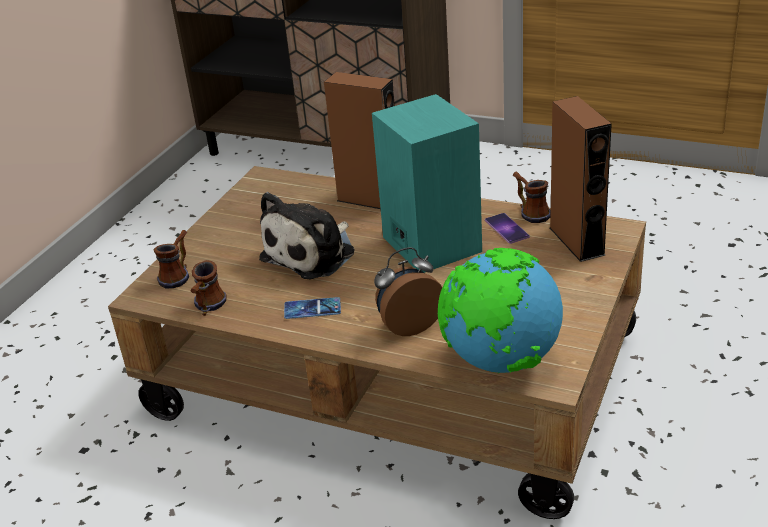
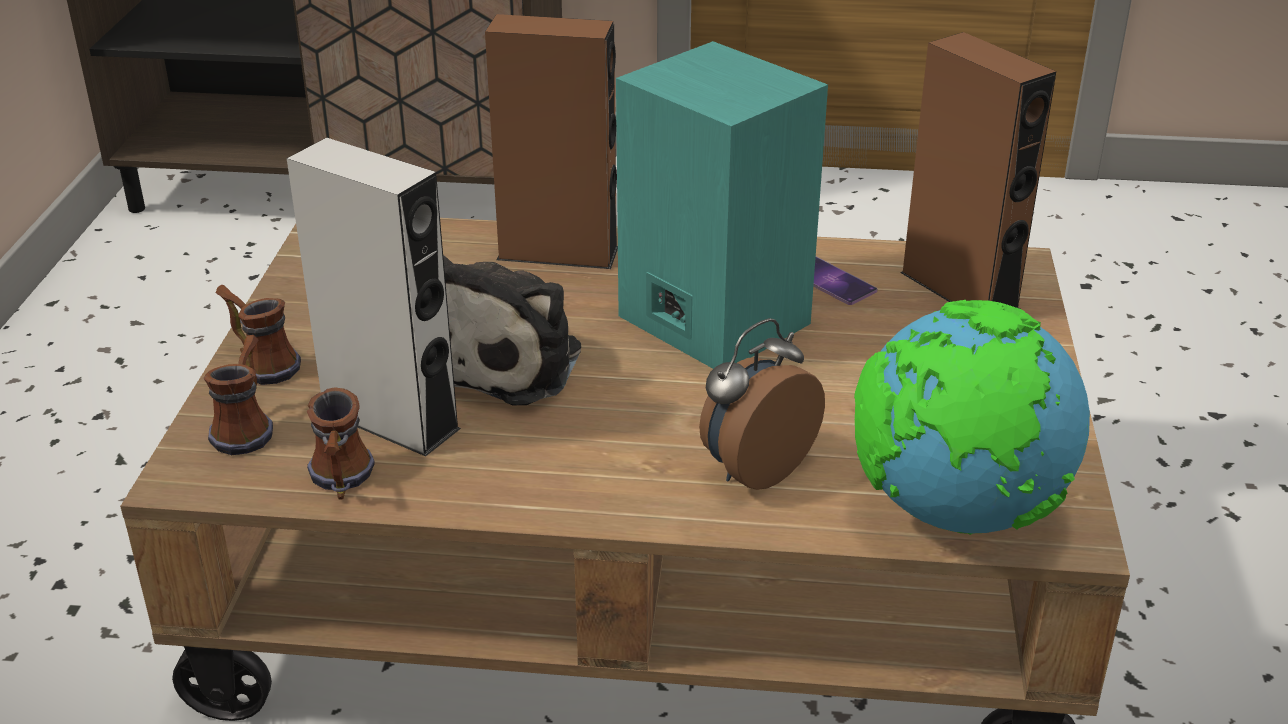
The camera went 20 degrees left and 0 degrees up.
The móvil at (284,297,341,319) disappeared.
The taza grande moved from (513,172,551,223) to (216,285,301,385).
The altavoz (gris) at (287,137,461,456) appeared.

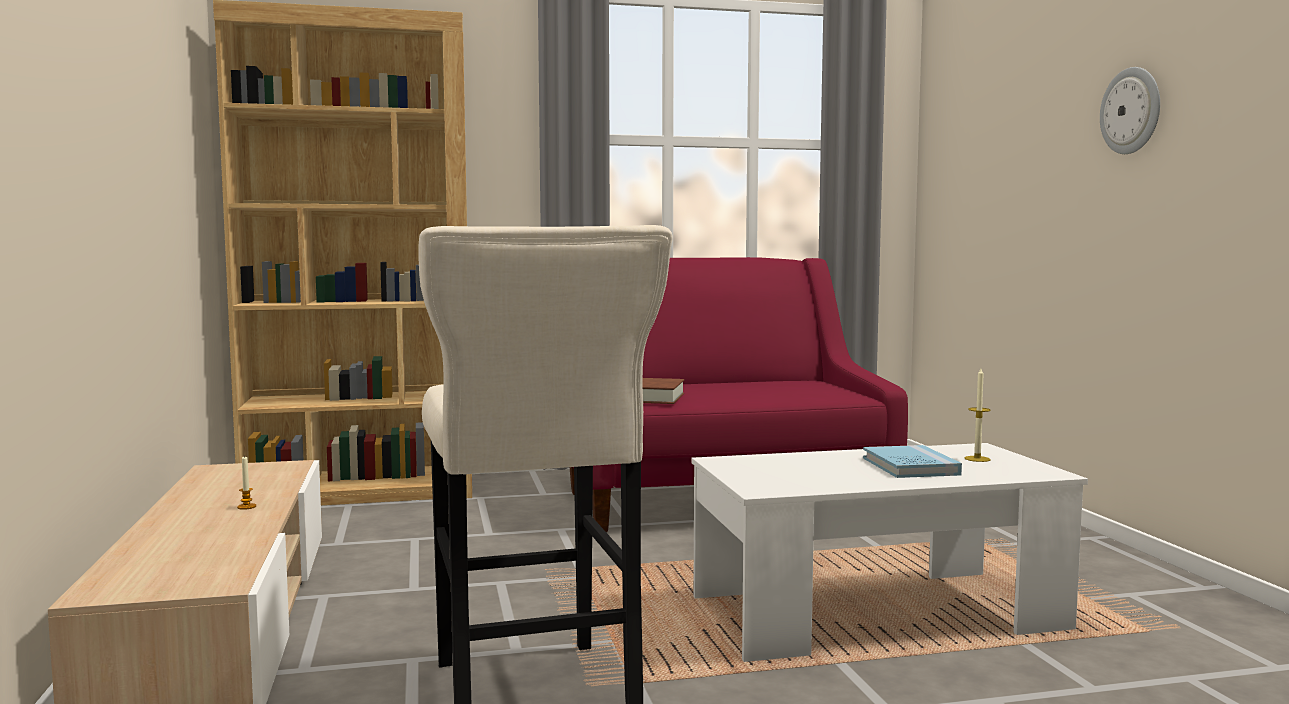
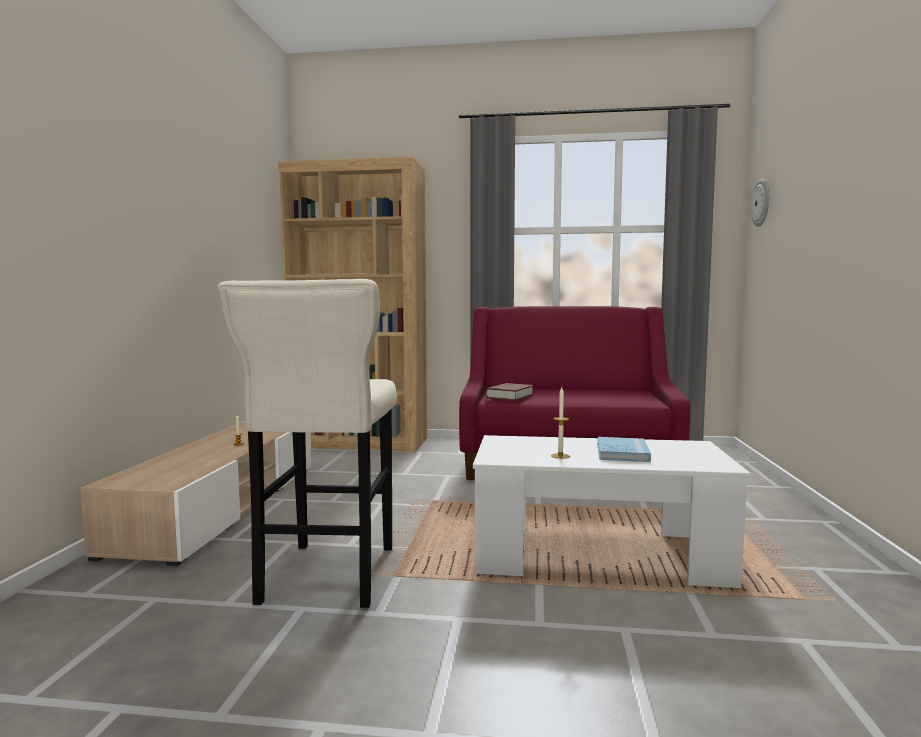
The camera went 20 degrees right and 0 degrees up.
The vela moved from (964,368,991,462) to (551,387,570,459).
The reloj de pared moved from (1100,67,1160,154) to (751,179,769,227).

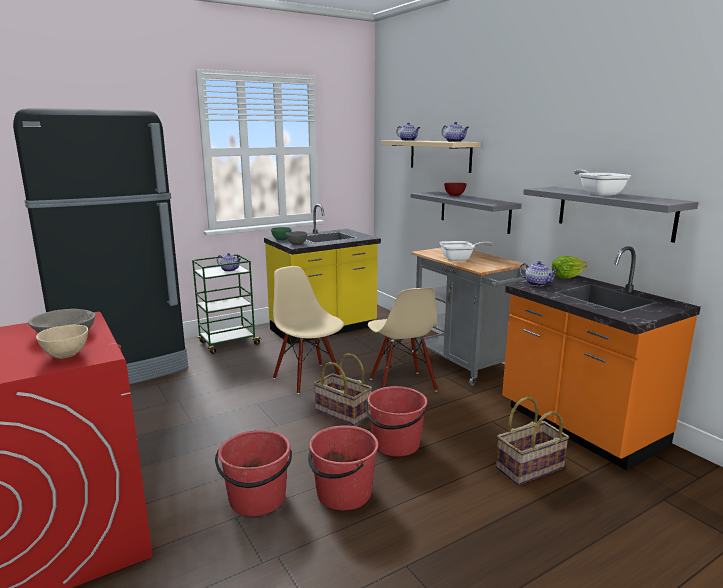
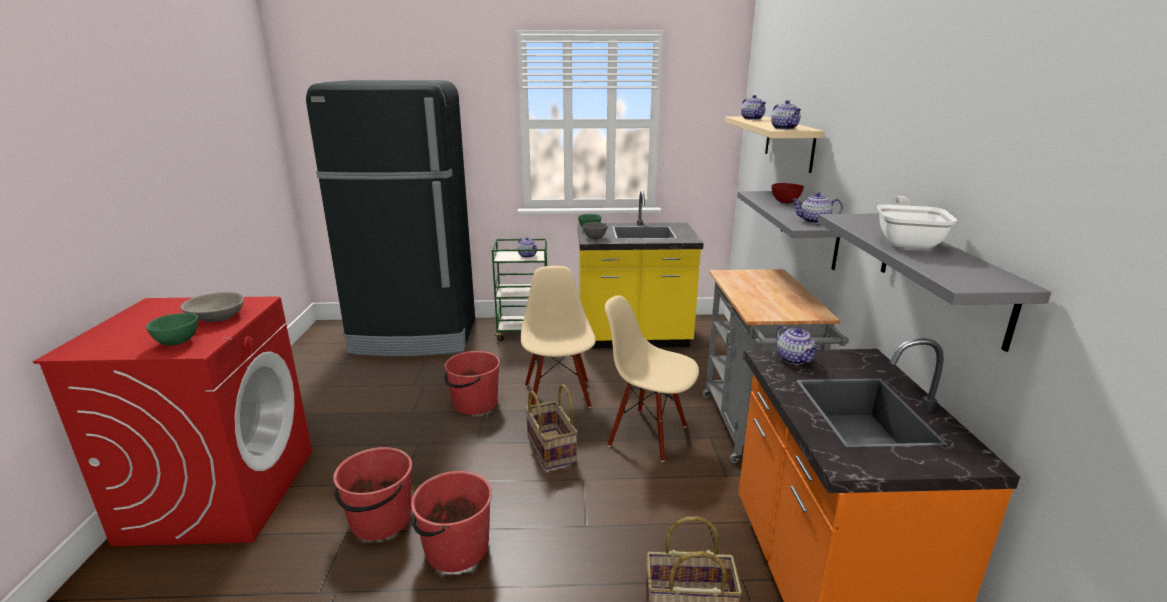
The camera went 30 degrees right and 5 degrees up.
The cuenco (beis) at (36,325,88,359) became the cuenco (verde) at (146,313,198,346).
The cubo (rojo) moved from (365,386,427,456) to (444,351,500,415).
The silla (beis) at (368,287,438,392) turned 105 degrees clockwise.
The sartén at (439,241,494,261) disappeared.
The lechuga at (552,256,587,279) disappeared.
The tetera at (792,192,843,224) appeared.

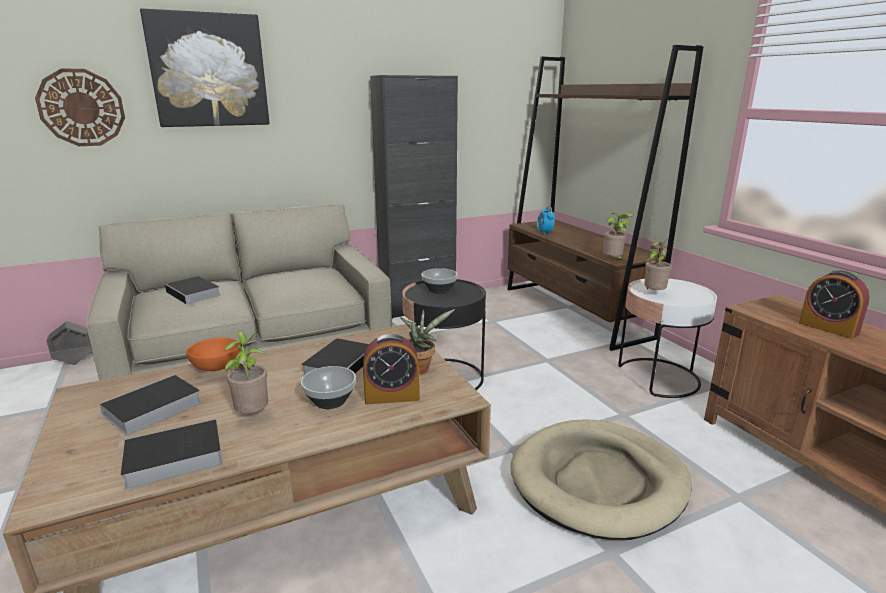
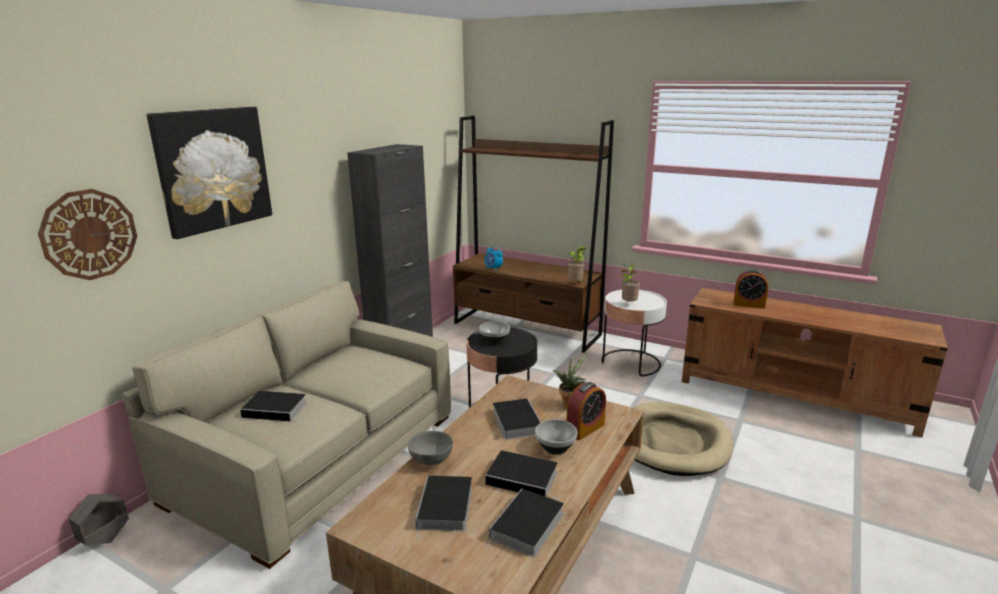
The camera went 35 degrees left and 0 degrees up.
The cuenco (naranja) at (186,337,240,371) became the cuenco (gris) at (408,431,453,465).
The planta en maceta at (223,331,268,414) was replaced by the libro at (485,450,559,499).

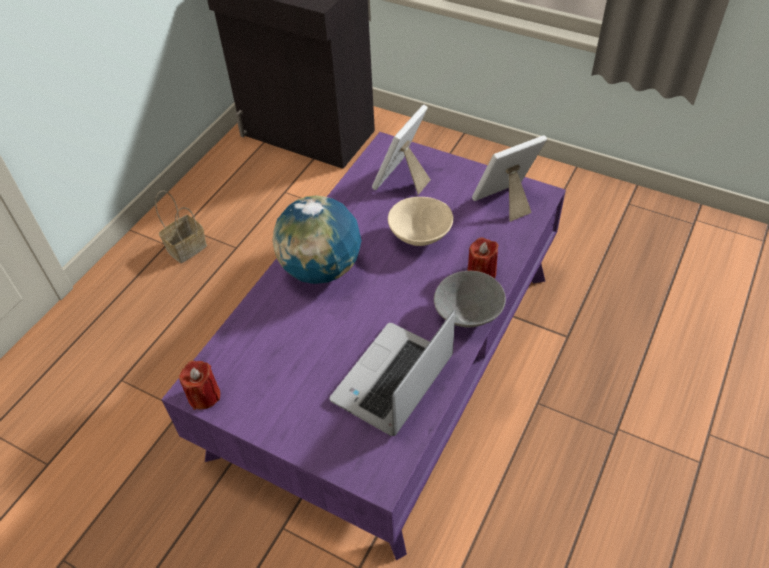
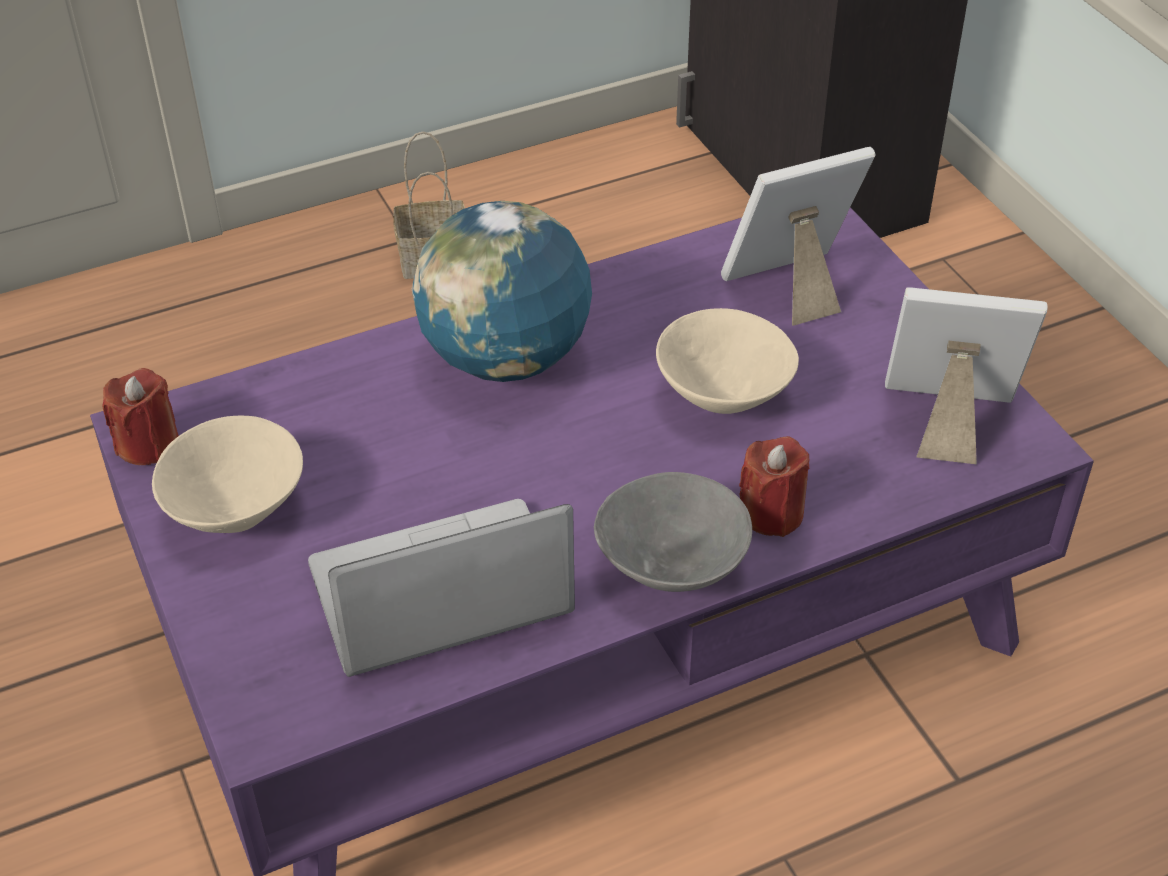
The camera went 35 degrees right and 5 degrees down.
The cuenco (beis) at (152,415,303,533) appeared.

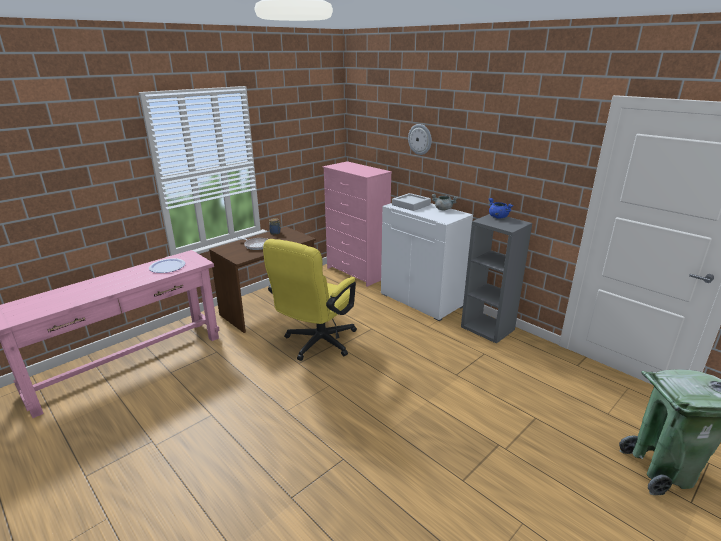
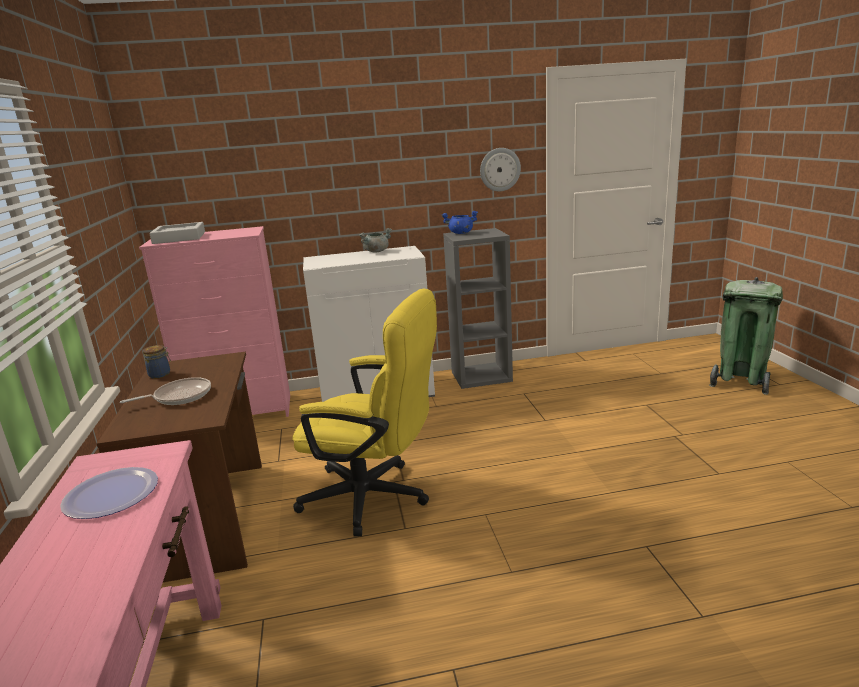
The camera went 55 degrees left and 5 degrees down.
The silla de oficina (amarillo) at (263,239,357,361) turned 45 degrees counterclockwise.
The bandeja (gris) moved from (392,193,431,211) to (149,222,205,244).
The reloj de pared moved from (408,124,432,155) to (480,148,521,192).

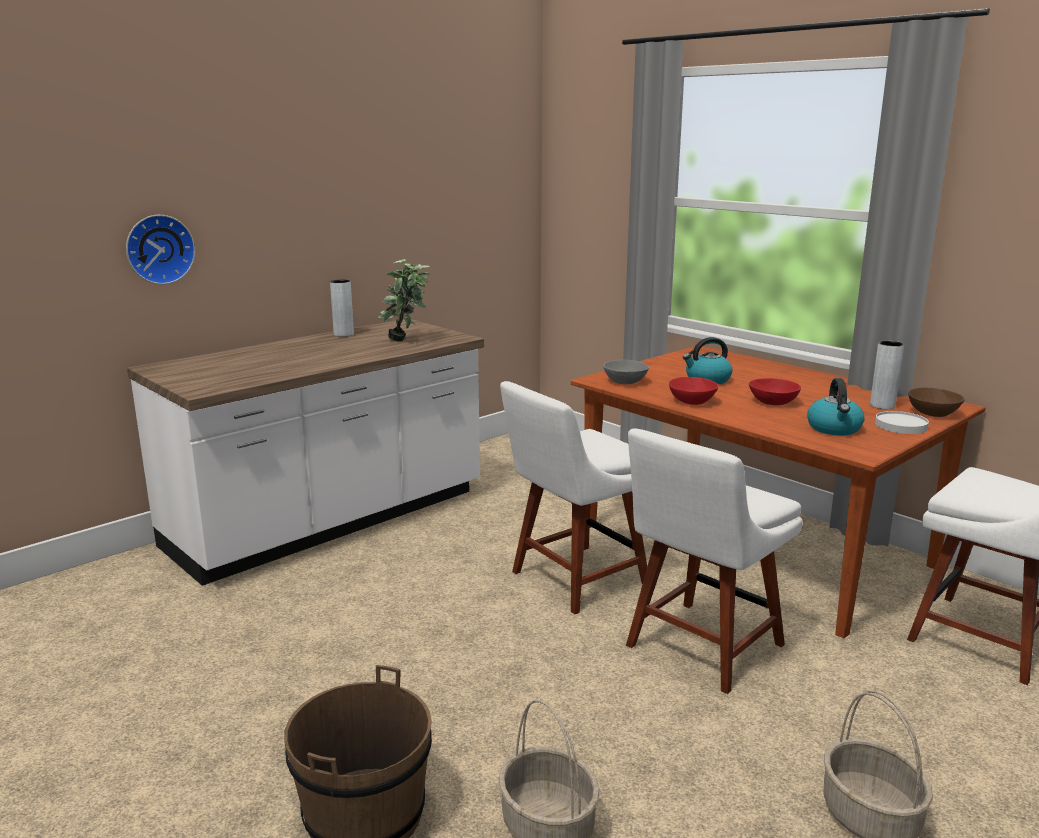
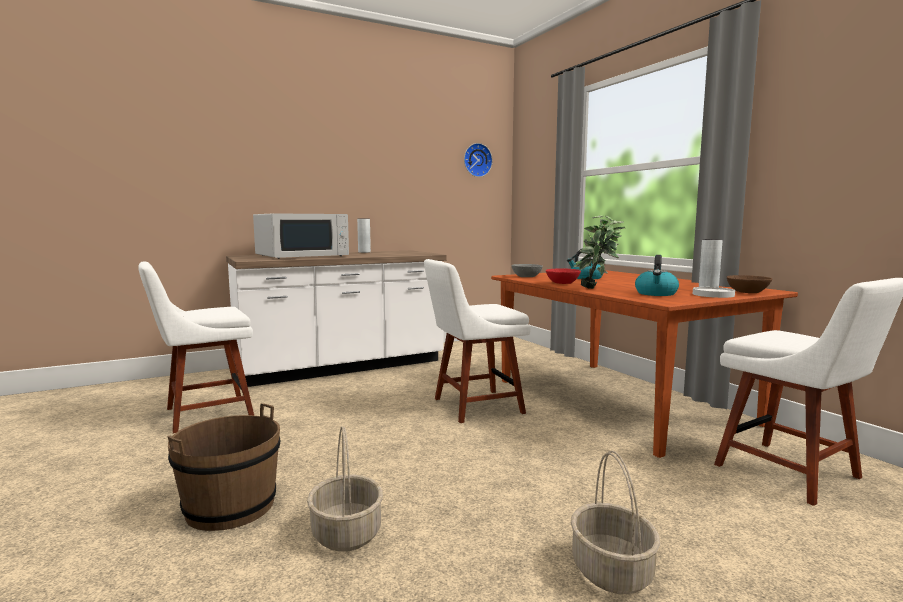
The camera went 15 degrees right and 10 degrees down.
The reloj de pared moved from (126,215,195,285) to (464,143,493,177).
The planta en maceta moved from (378,259,430,341) to (574,215,625,289).
The silla (blanco) moved from (626,428,803,694) to (138,261,254,433).
The cuenco (rojo) at (749,378,801,405) disappeared.
The microondas (blanco) at (253,213,349,259) appeared.

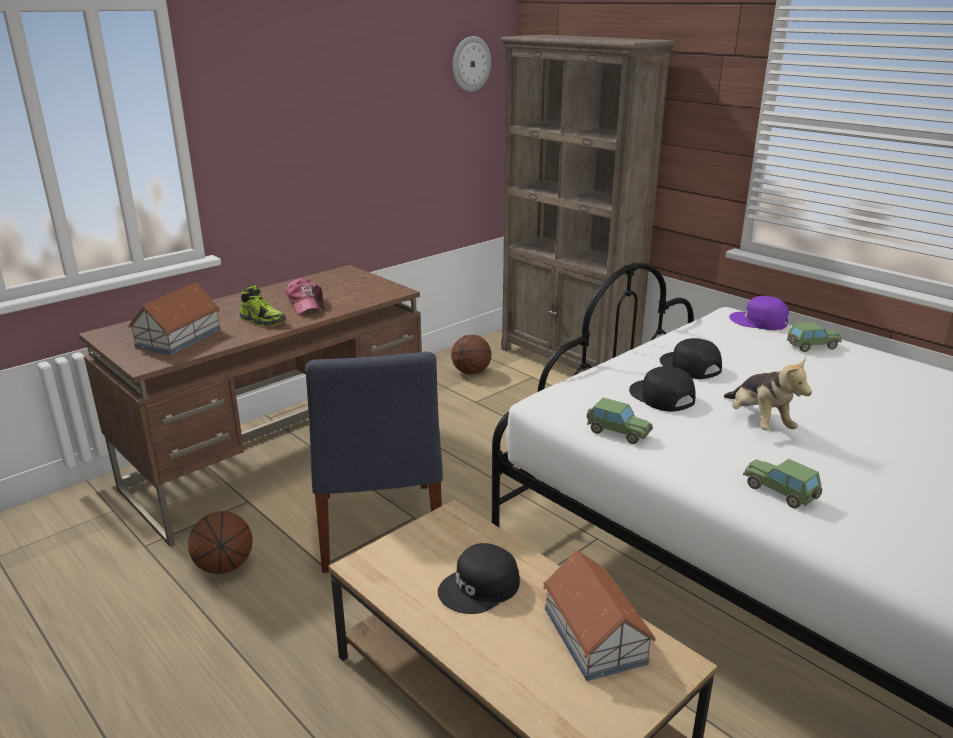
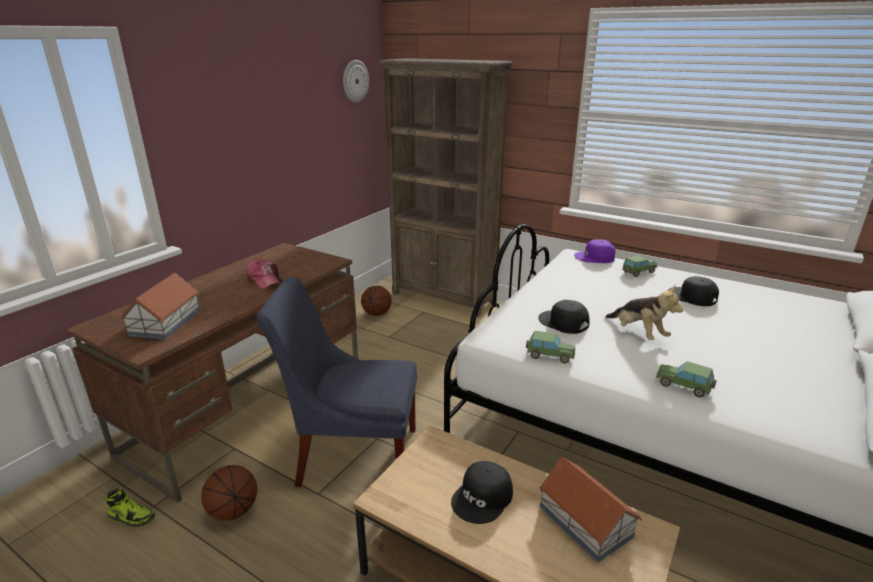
The camera went 15 degrees left and 0 degrees up.
The zapato moved from (240,285,286,326) to (106,488,155,528).
The silla (azul) at (305,351,443,573) turned 120 degrees clockwise.
The gorra (negro) moved from (660,338,722,379) to (668,276,719,306).

